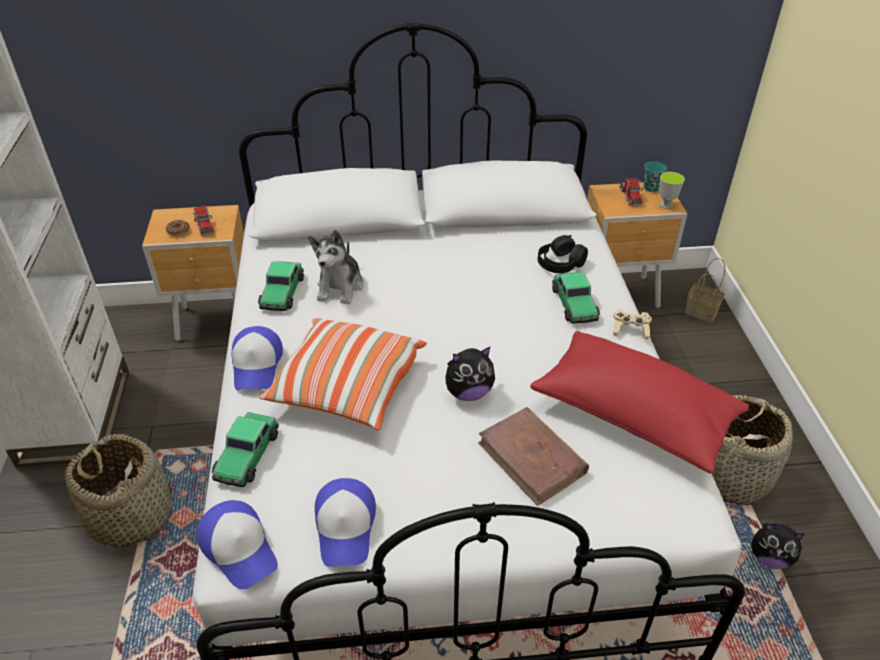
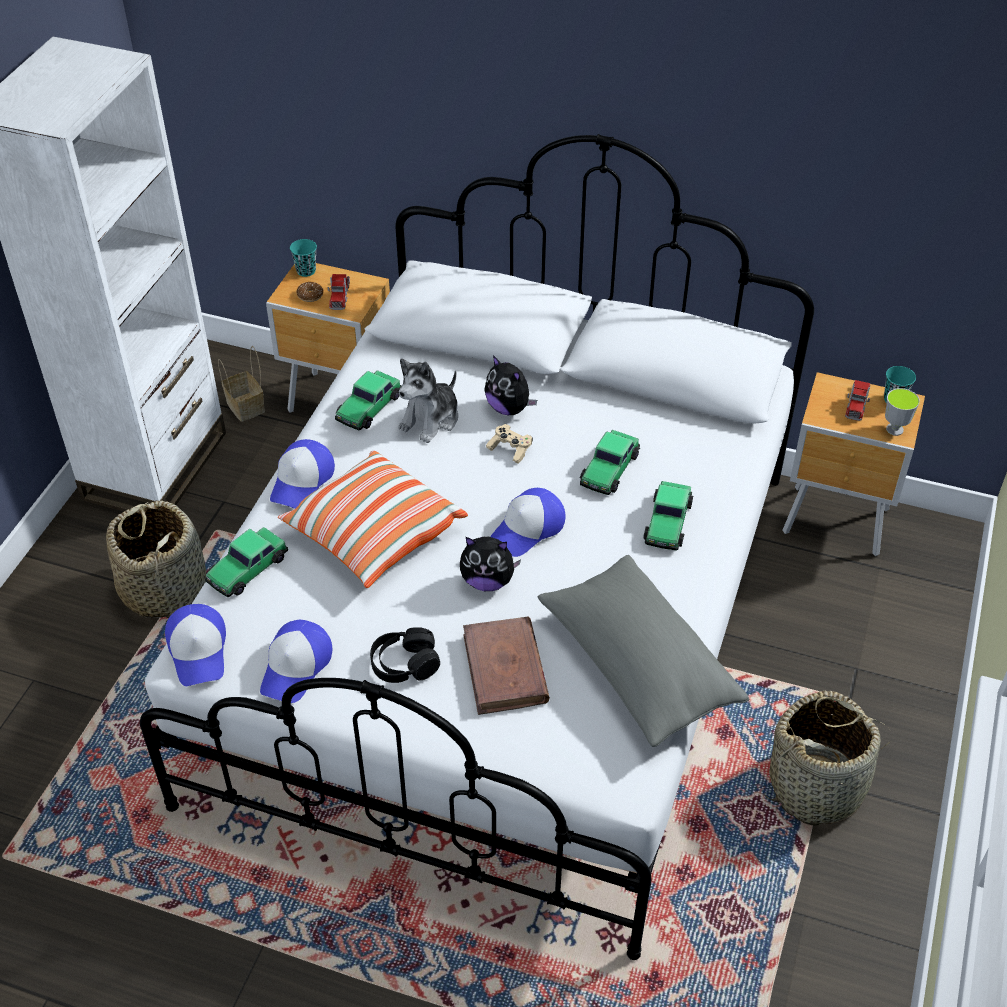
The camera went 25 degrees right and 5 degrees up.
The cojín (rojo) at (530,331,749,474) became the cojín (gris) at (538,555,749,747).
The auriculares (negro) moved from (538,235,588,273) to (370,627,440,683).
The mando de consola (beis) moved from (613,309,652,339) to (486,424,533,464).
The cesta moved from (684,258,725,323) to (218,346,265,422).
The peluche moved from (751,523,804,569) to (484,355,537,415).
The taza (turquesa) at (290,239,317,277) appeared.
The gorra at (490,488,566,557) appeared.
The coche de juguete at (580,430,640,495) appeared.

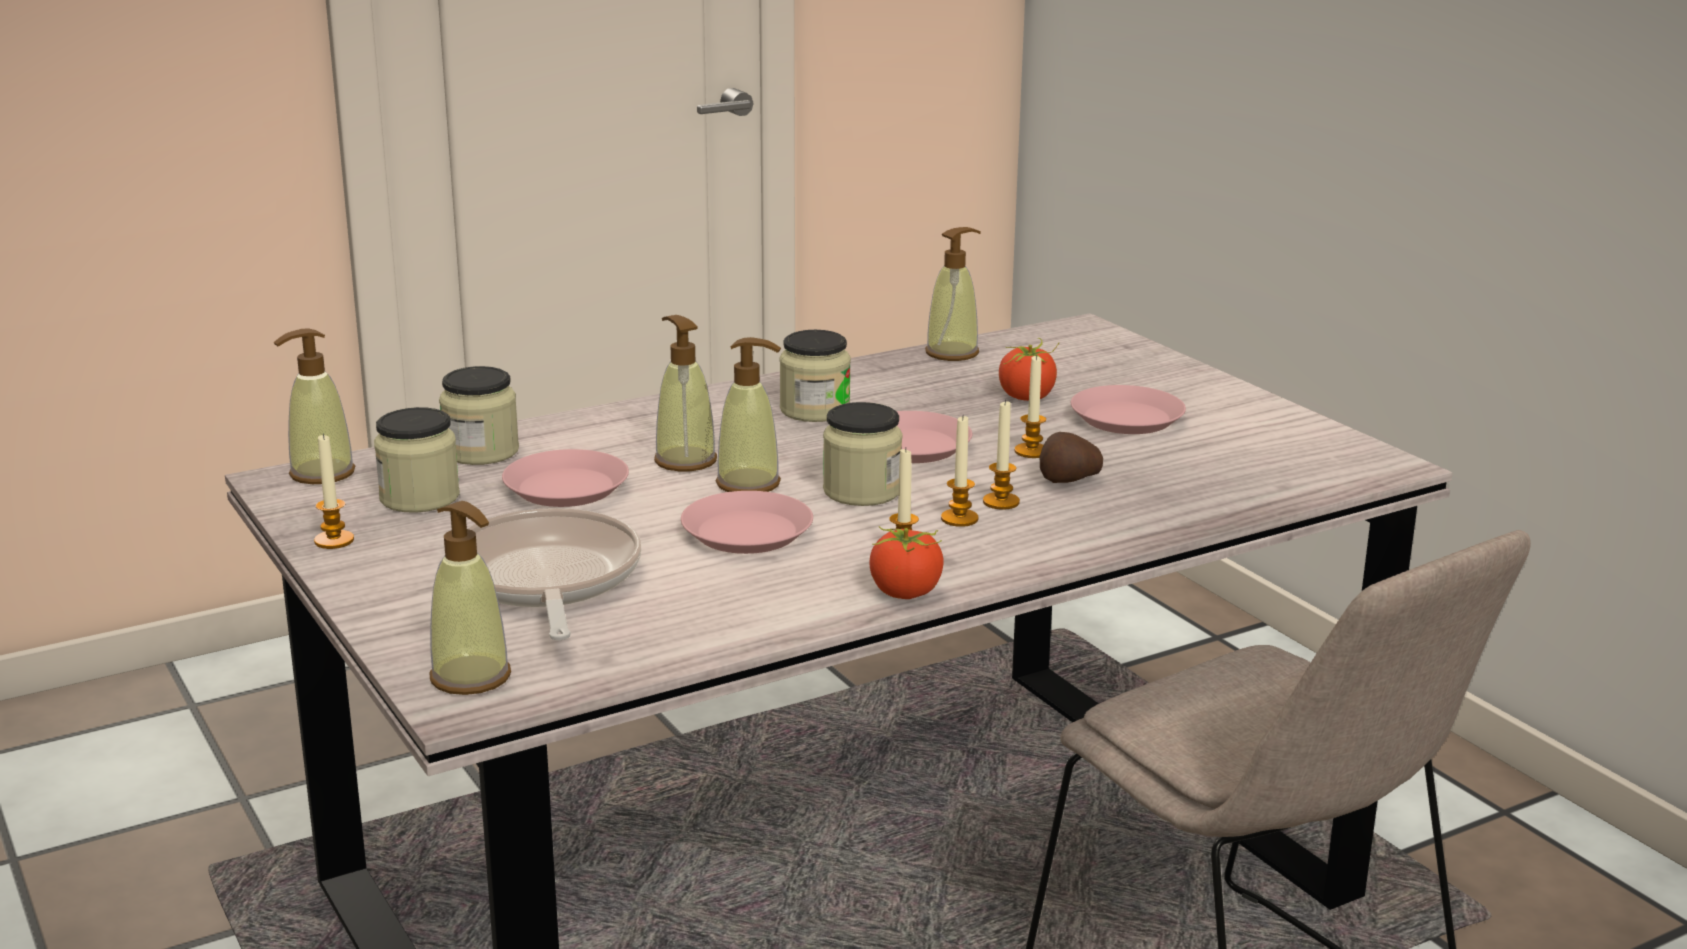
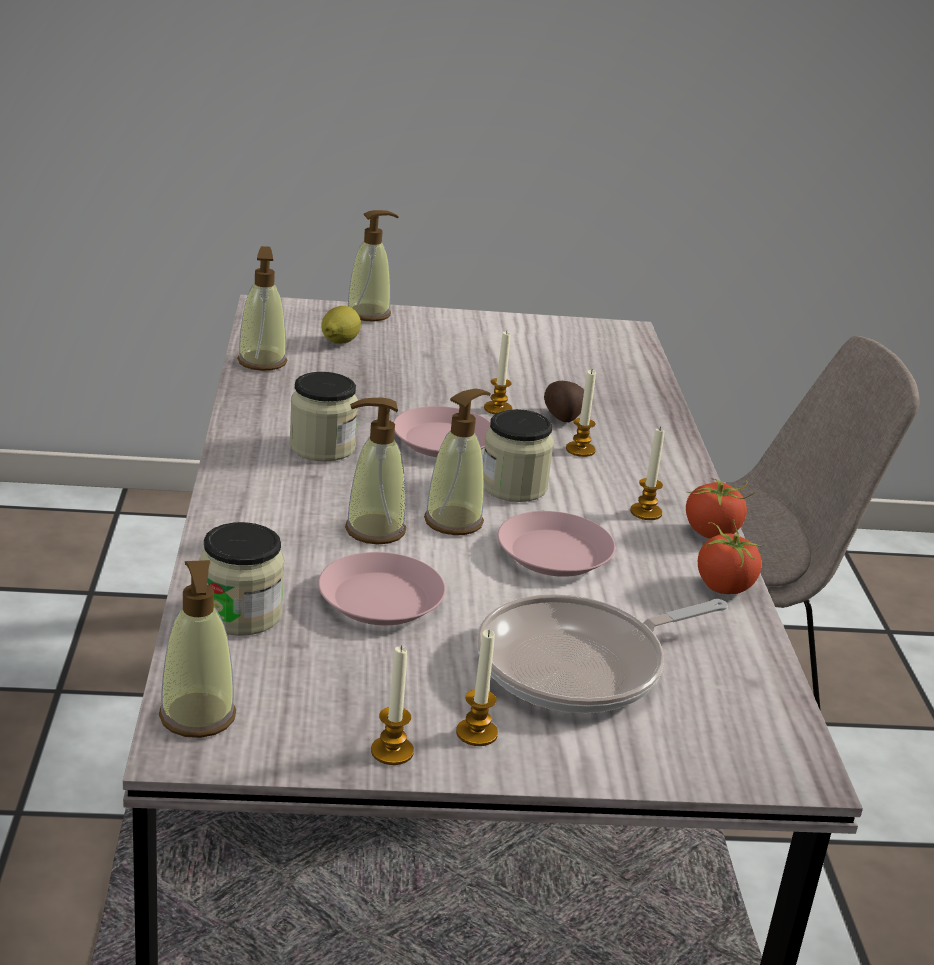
The camera went 65 degrees left and 5 degrees up.
The tarro at (374,407,460,513) disappeared.
The dispensador de jabón moved from (429,501,511,695) to (348,210,399,321).
The sartén at (467,508,641,641) turned 45 degrees counterclockwise.
The vela moved from (941,416,979,527) to (456,629,498,746).
The tomate moved from (999,338,1059,401) to (698,520,764,594).
The plato (rosa) at (1071,385,1186,434) disappeared.
The limón at (321,306,361,344) appeared.

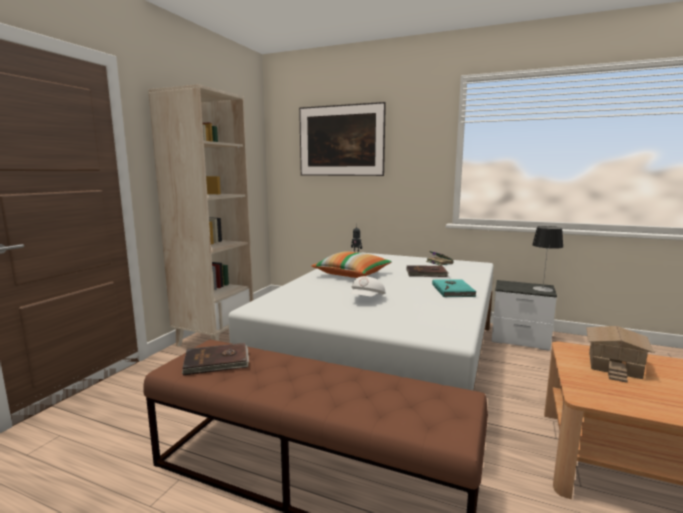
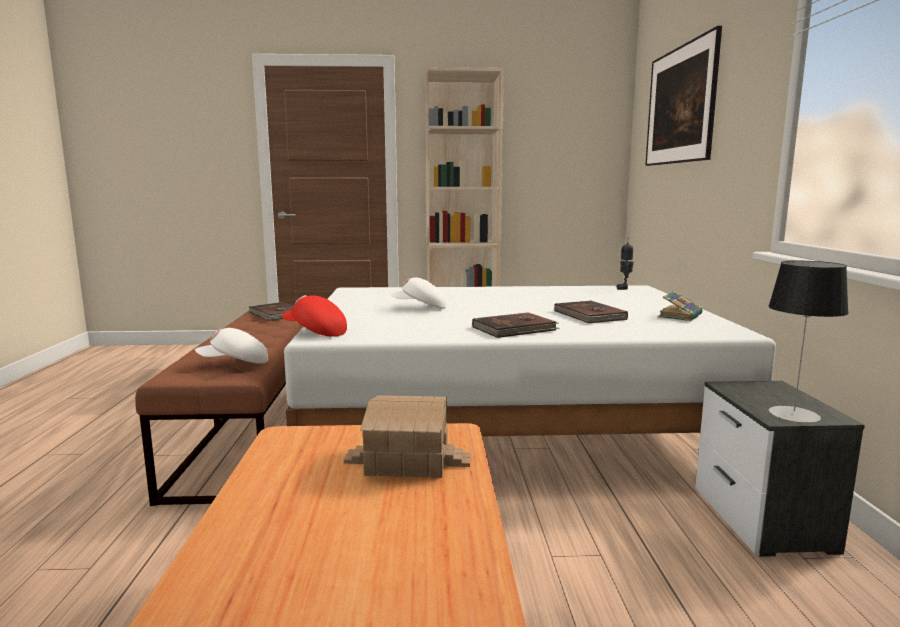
The camera went 65 degrees right and 0 degrees up.
The cojín at (312,251,392,278) disappeared.
The libro (turquesa) at (432,279,477,297) became the libro (marrón) at (472,312,560,338).
The gorra (blanco) at (195,328,268,364) appeared.
The gorra (rojo) at (282,295,347,337) appeared.

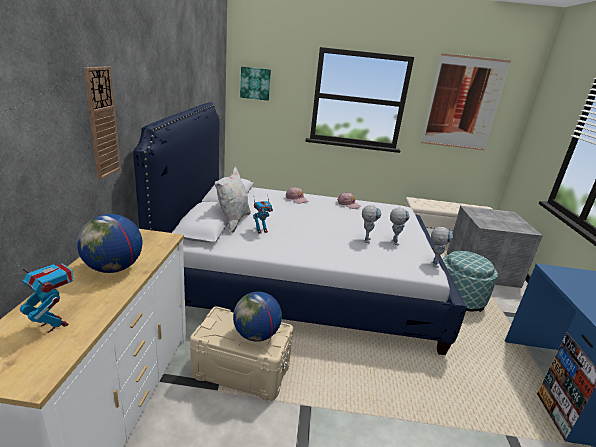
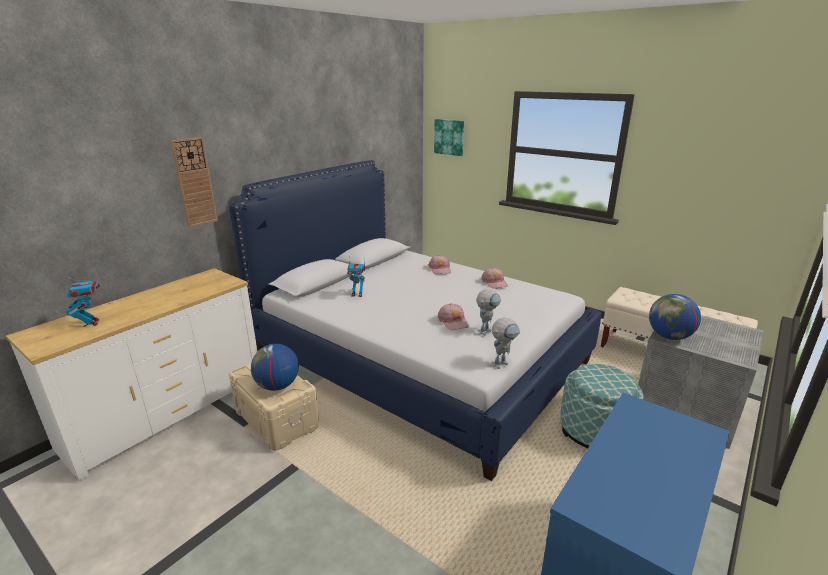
The camera went 35 degrees right and 0 degrees up.
The globo terráqueo moved from (77,214,142,273) to (649,294,701,340).
The cojín (blanco) at (215,166,251,233) disappeared.
The robot de juguete at (362,205,381,243) was replaced by the gorra (rosa) at (438,303,469,330).
The cuadro at (421,53,511,150) disappeared.

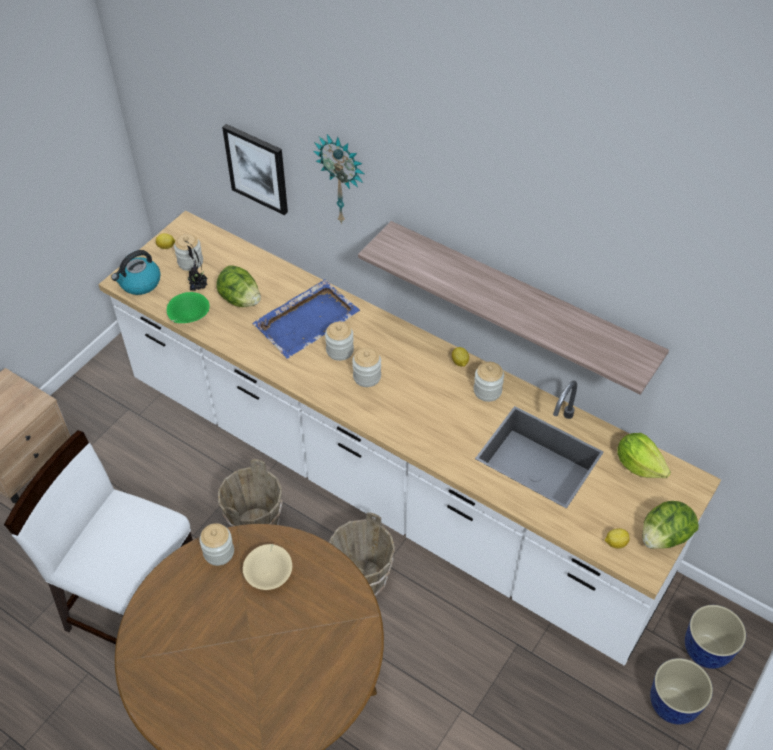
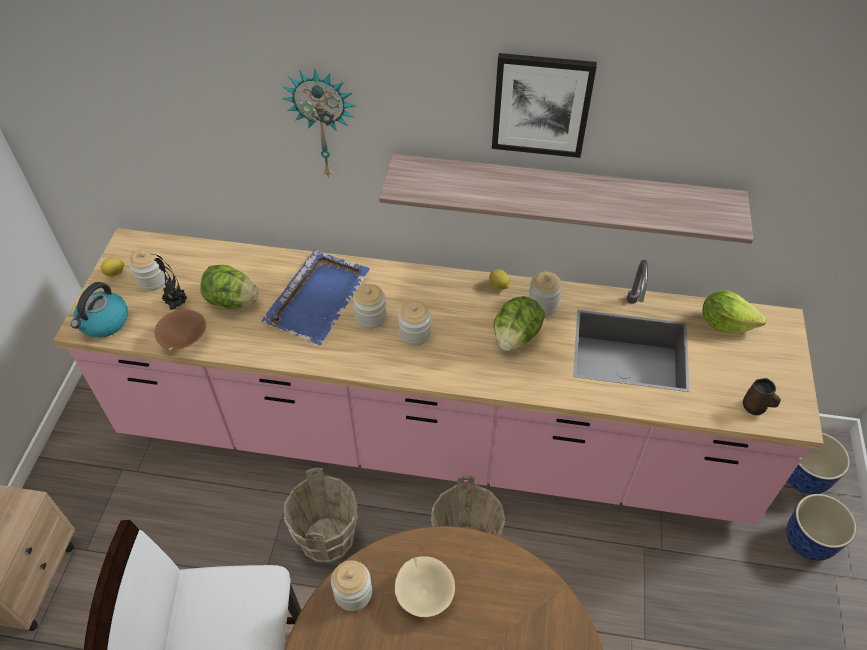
The camera went 25 degrees left and 0 degrees up.
The mueble bajo de cocina (blanco) at (98,211,721,666) became the mueble bajo de cocina (rosa) at (53,228,824,525).
The cuenco (verde) at (167,292,210,323) became the cuenco (marrón) at (154,309,207,351).
The cuadro moved from (222,124,288,215) to (492,53,597,158).
The limón at (605,528,629,548) was replaced by the taza grande (marrón) at (743,378,781,415).
The lechuga moved from (642,501,699,549) to (494,296,545,351).

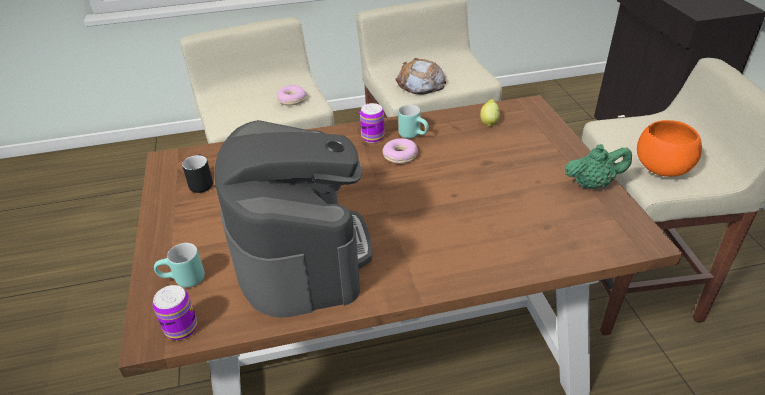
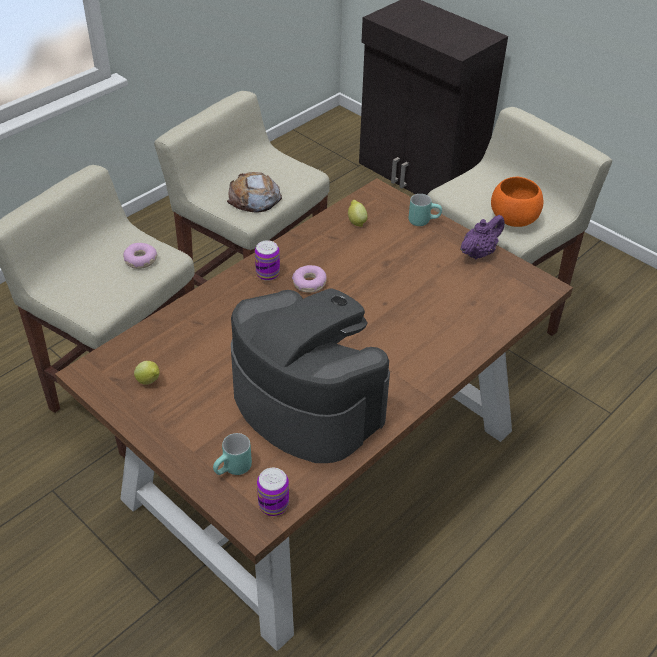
The camera went 35 degrees left and 5 degrees up.
The taza grande (negro) at (182,155,213,193) was replaced by the limón at (134,361,160,385).
The taza grande (turquesa) moved from (398,105,429,139) to (409,194,442,226).
The tetera (verde) at (564,144,632,189) became the tetera (morado) at (460,215,504,259).

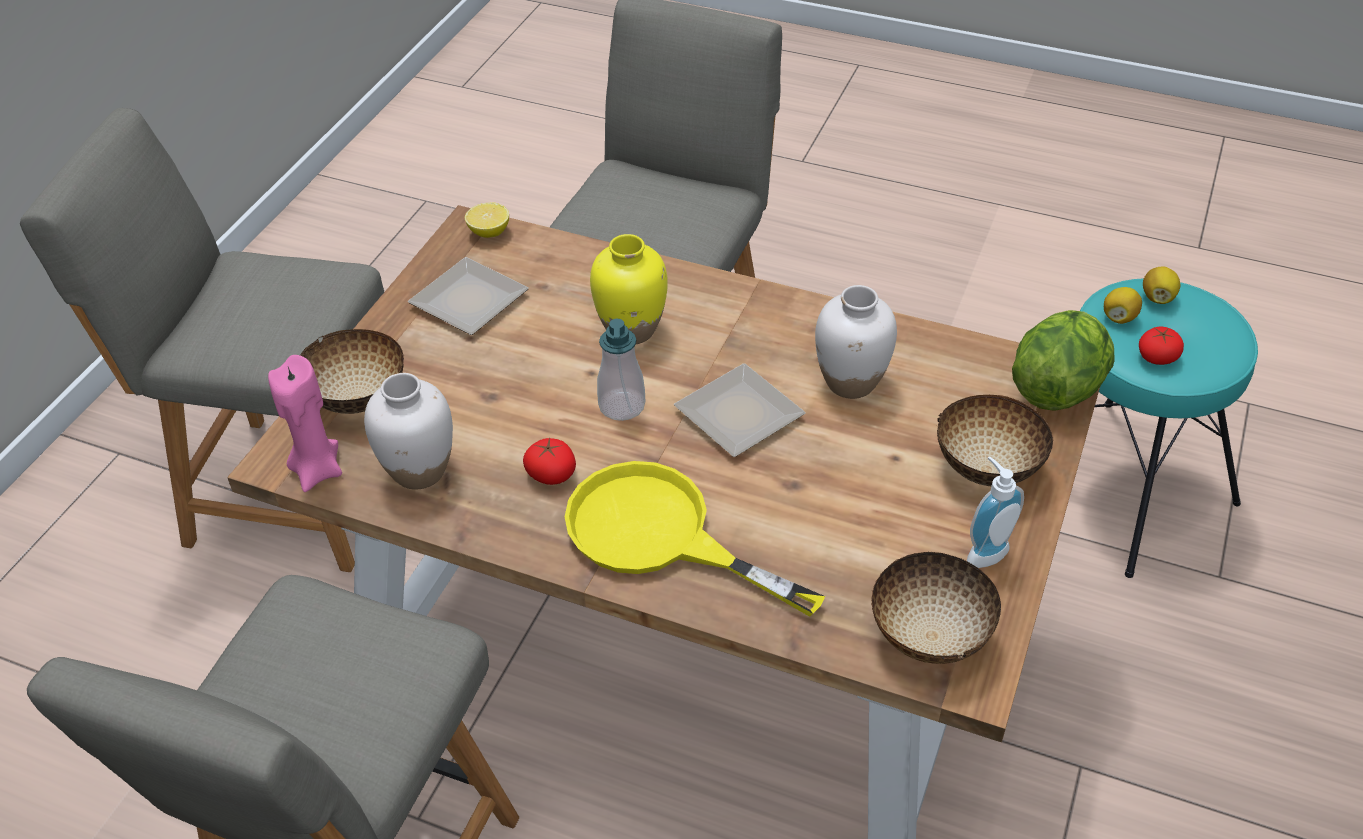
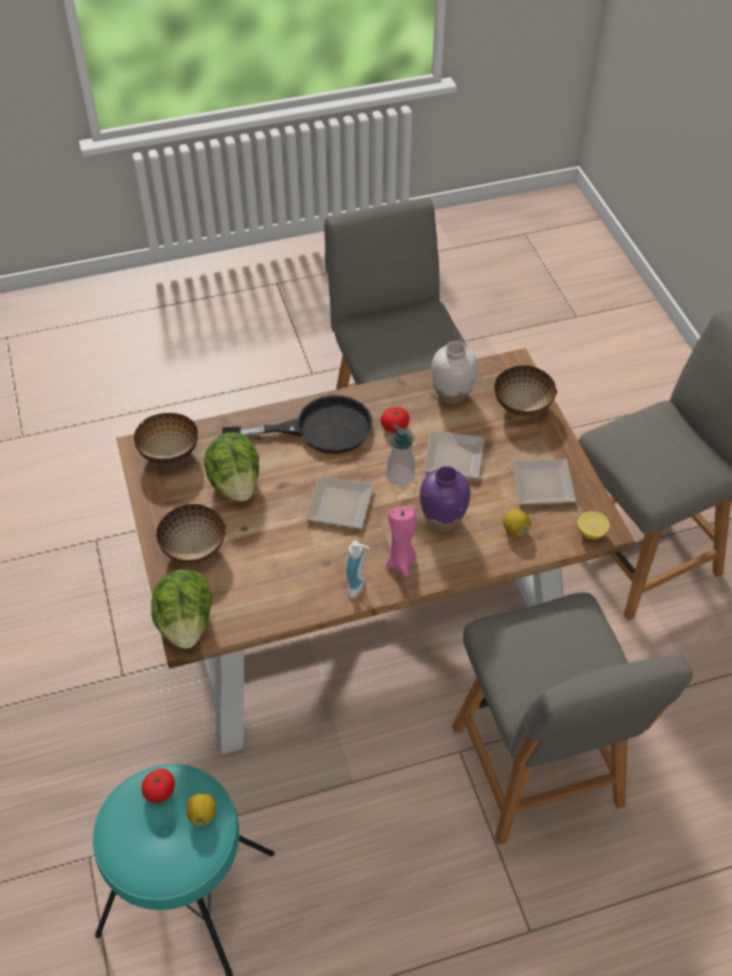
The camera went 140 degrees right and 5 degrees up.
The vela (rosa) moved from (268,355,342,492) to (386,505,417,578).
The sartén (amarillo) at (565,461,825,617) became the sartén (negro) at (222,395,373,454).
The florero (amarillo) at (590,234,668,344) became the florero (morado) at (420,466,470,532).
The florero (blanco) at (815,285,897,399) disappeared.
The dispensador de jabón moved from (967,457,1024,568) to (345,541,370,597).
The limón moved from (1143,266,1180,304) to (503,509,531,536).
The lechuga at (204,432,259,501) appeared.
The plato at (423,430,485,479) appeared.

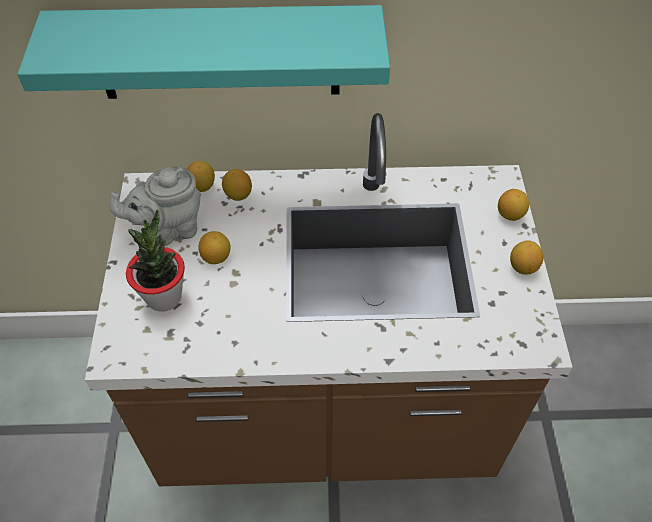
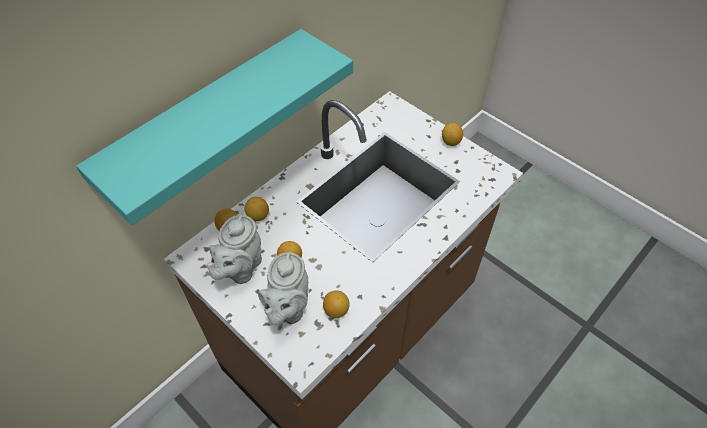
The camera went 45 degrees left and 0 degrees up.
The planta en maceta at (126,209,185,312) was replaced by the tetera (gris) at (258,252,308,326).
The limón moved from (498,189,529,221) to (323,290,350,318).

